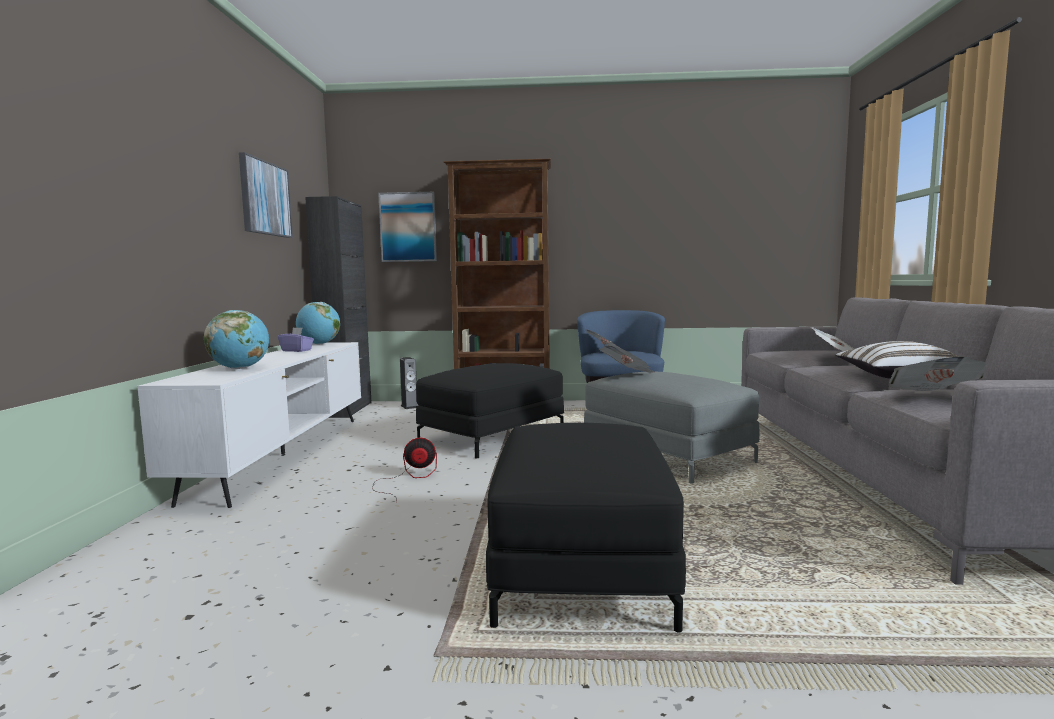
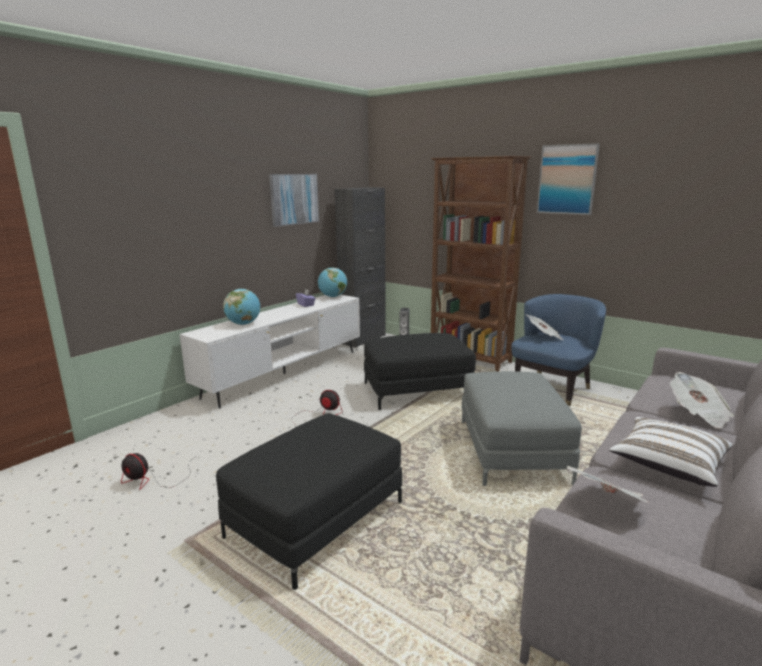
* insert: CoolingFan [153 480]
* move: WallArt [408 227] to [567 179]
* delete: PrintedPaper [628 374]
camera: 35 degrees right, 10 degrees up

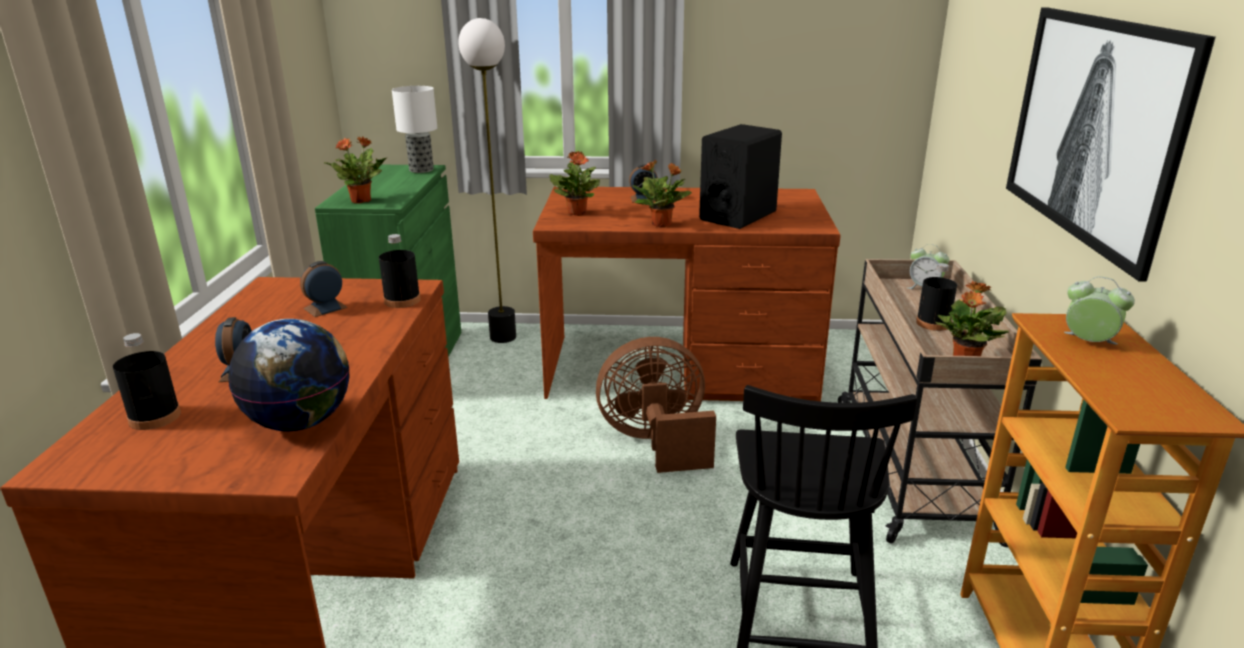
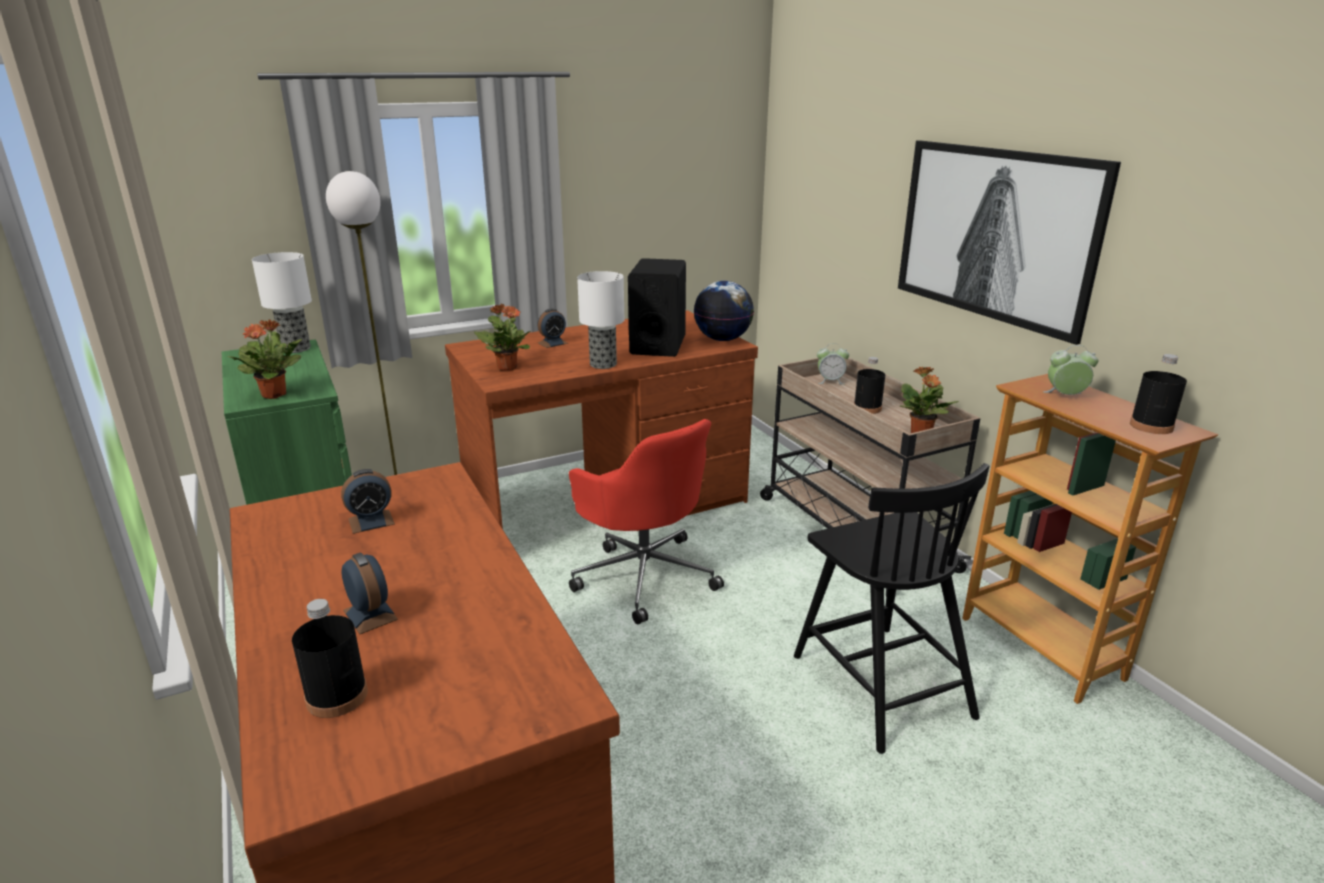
* rotate: AlarmClock [325 308] = [371 521] 135 degrees counterclockwise
* replace: BrownishCoolingFan [656 443] to RedComputerChair [644 575]
* replace: PlantInAPot [662 225] to TableLamp [603 365]
* move: WorldGlobe [300 422] to [723 339]
* move: BlackishBeverageBottle [402 300] to [1151 426]
camera: 30 degrees left, 0 degrees up

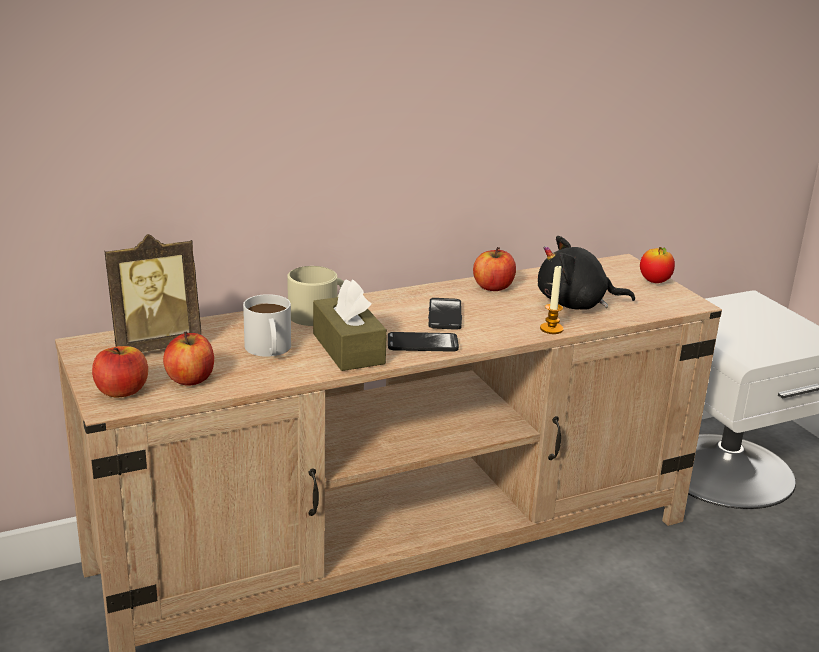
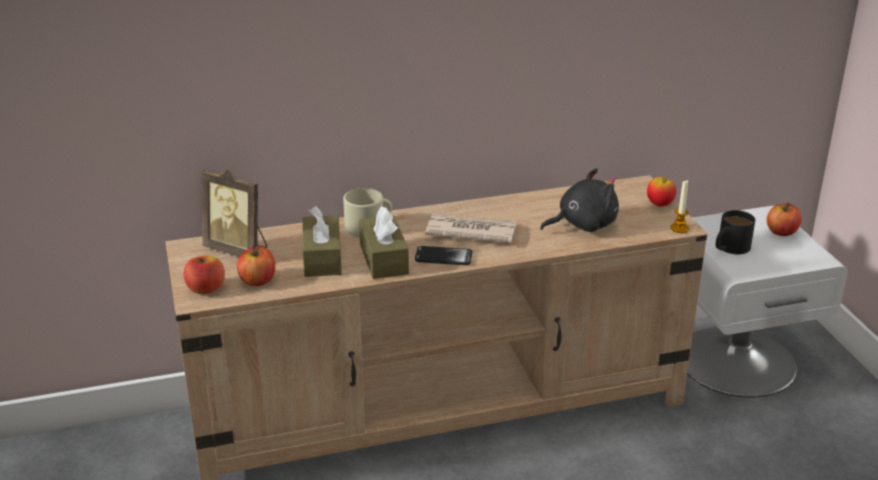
* rotate: StandingFrame [155 345] = [238 249] 45 degrees clockwise
* replace: WhitishTeaMug [269 350] to BrownishBoxOfTissues [322 258]
* replace: Phone [445 315] to PrintedPaper [470 231]
* rotate: BlackishSoftToy [576 304] = [583 225] 150 degrees clockwise
* move: WaxLight [551 329] to [679 228]
* insert: BlackishTeaMug [729 248]
* move: AppleFruit [493 287] to [781 232]
camera: 10 degrees right, 5 degrees up

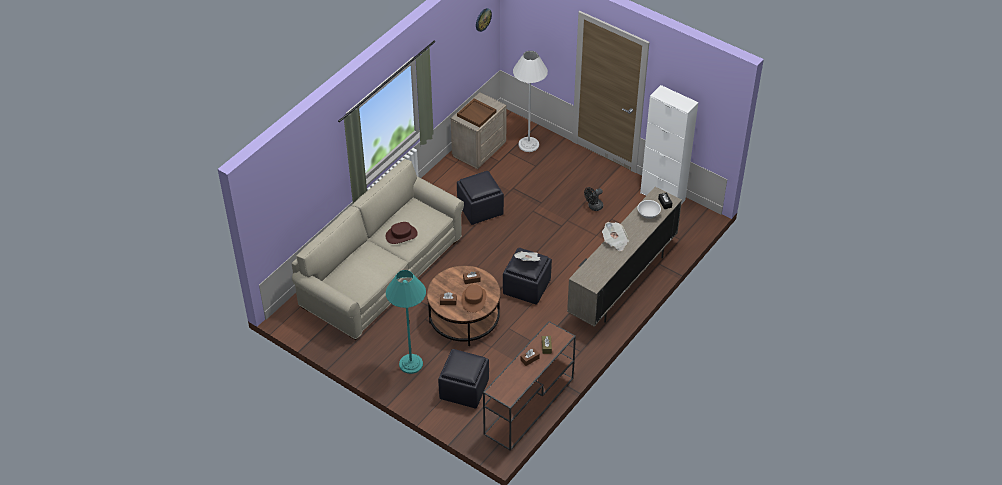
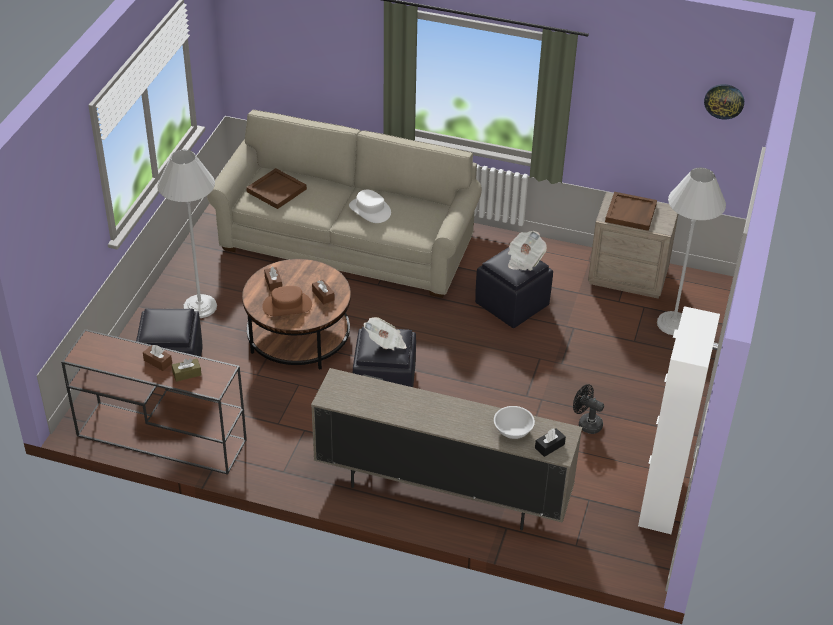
* recolor: TurquoiseStandingLamp [411 364] to WhitishStandingLamp [200 306]
* insert: BrownishServingTray [276 190]
* recolor: BrownishHat [401 235] to WhitishHat [370 210]
* move: PrintedPaper [615 241] to [524 260]
camera: 70 degrees right, 5 degrees down

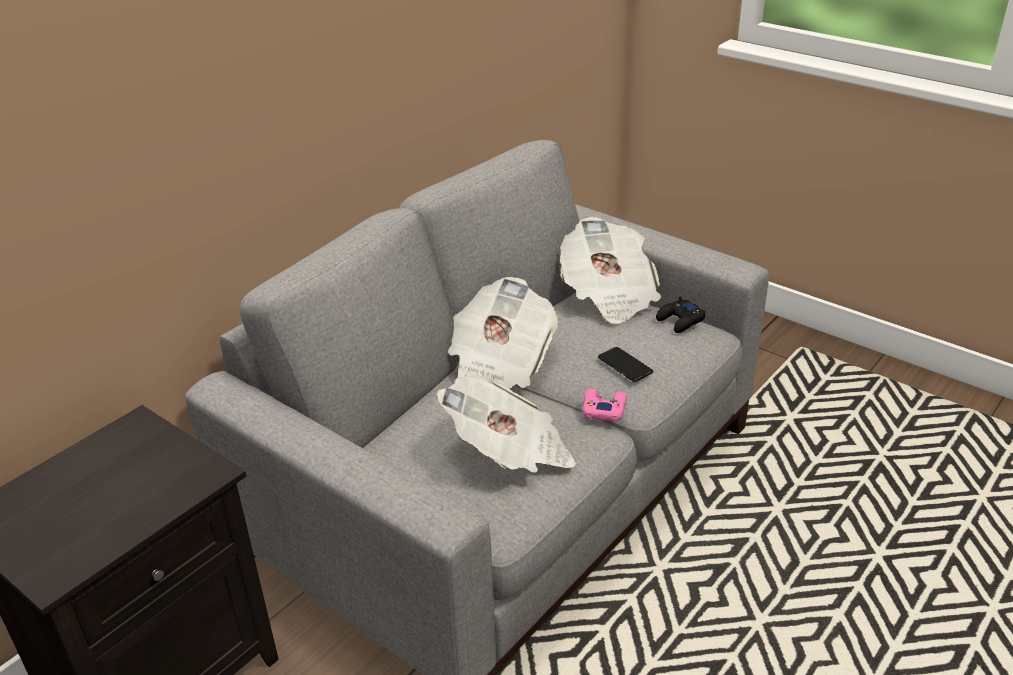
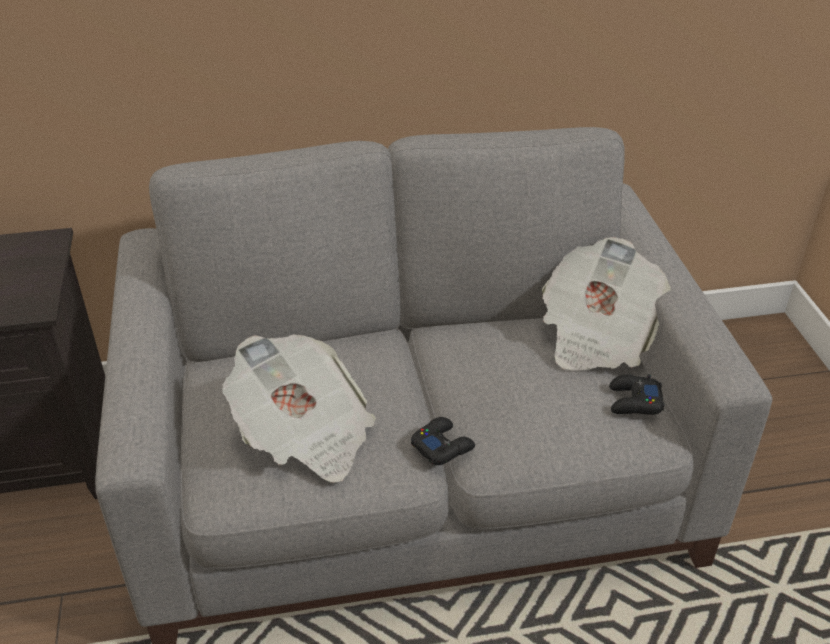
* recolor: PinkJoypad [603 409] to BlackishJoypad [442 446]
* delete: PrintedPaper [498 363]
* delete: Phone [625 365]
camera: 40 degrees right, 5 degrees up

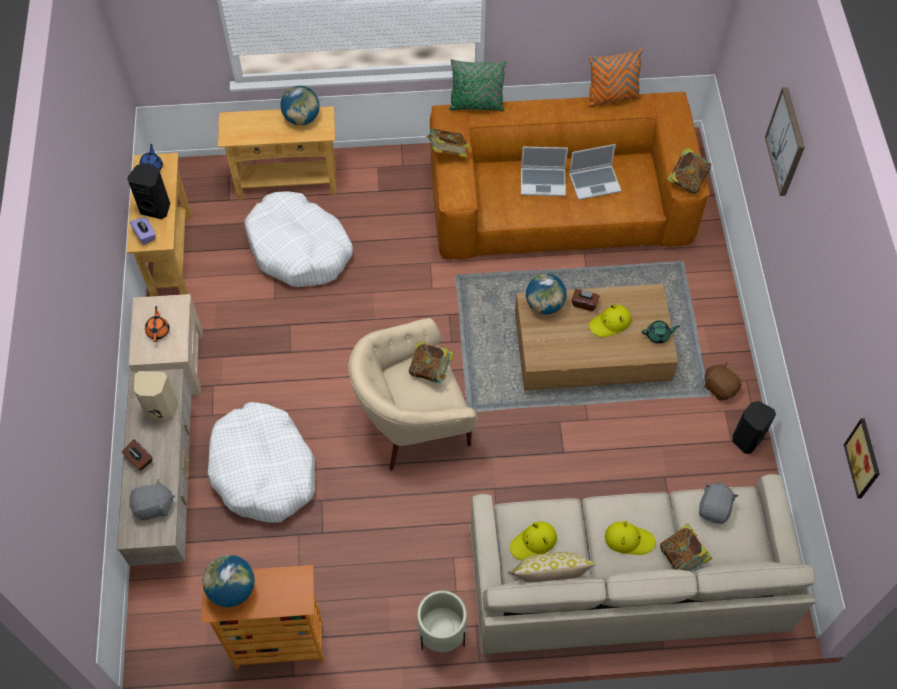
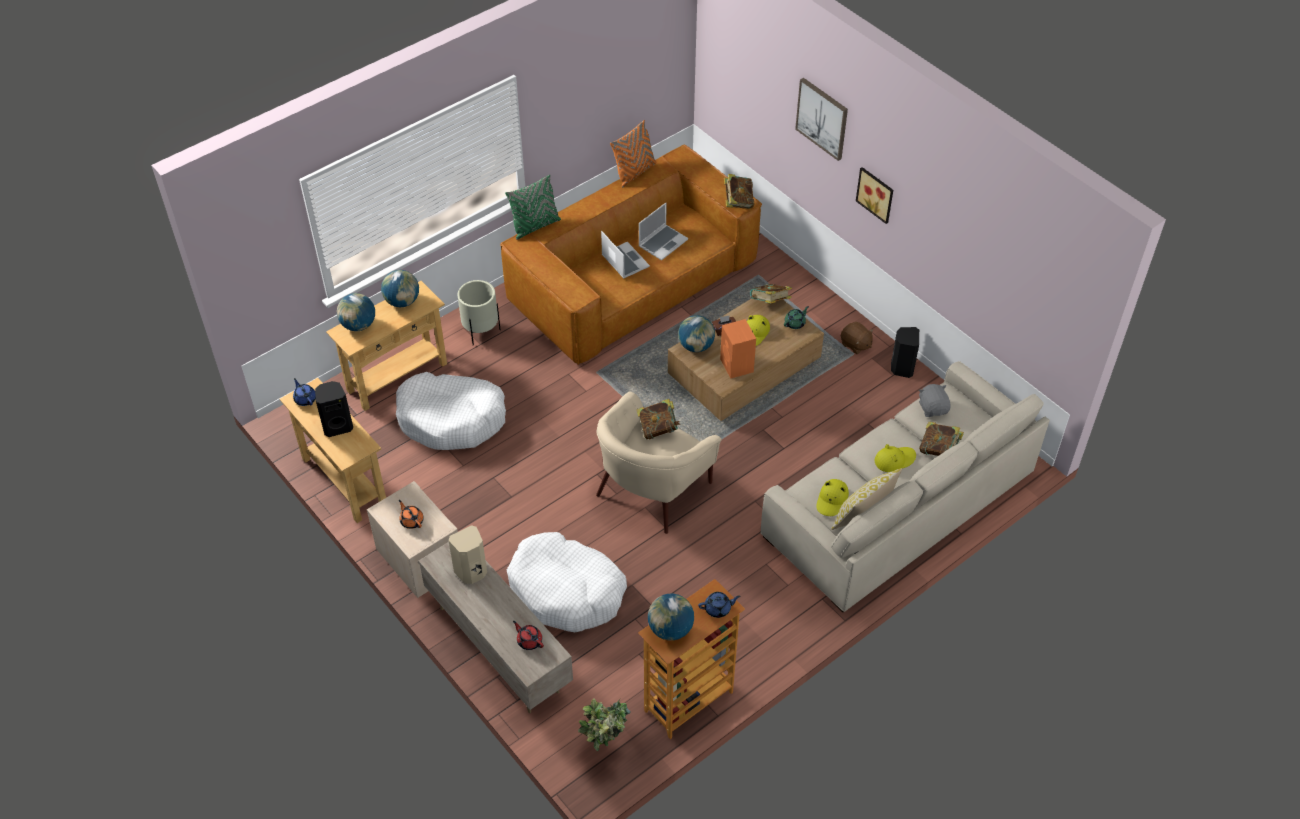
* insert: WorldGlobe [358 325]
* move: BeigeColouredFlowerPot [442 636] to [481 332]
* replace: GreyishSoftToy [154 507] to RedTeapot [529 640]
* insert: PlantInAPot [605 751]
* rotate: NotebookComputer [543 182] = [624 261] 90 degrees counterclockwise
* insert: BlueColouredTeapot [718 608]
* insert: OrangeLoudspeaker [737 366]
* move: Volume [448 152] to [769 303]
* rotate: BrownishSoftToy [719 387] = [855 345] 150 degrees counterclockwise
* move: WallArt [865 458] to [876 194]
* delete: BrownishBoxOfTissues [139 459]
* delete: PurpleBoxOfTissues [145 235]
camera: 35 degrees left, 10 degrees down

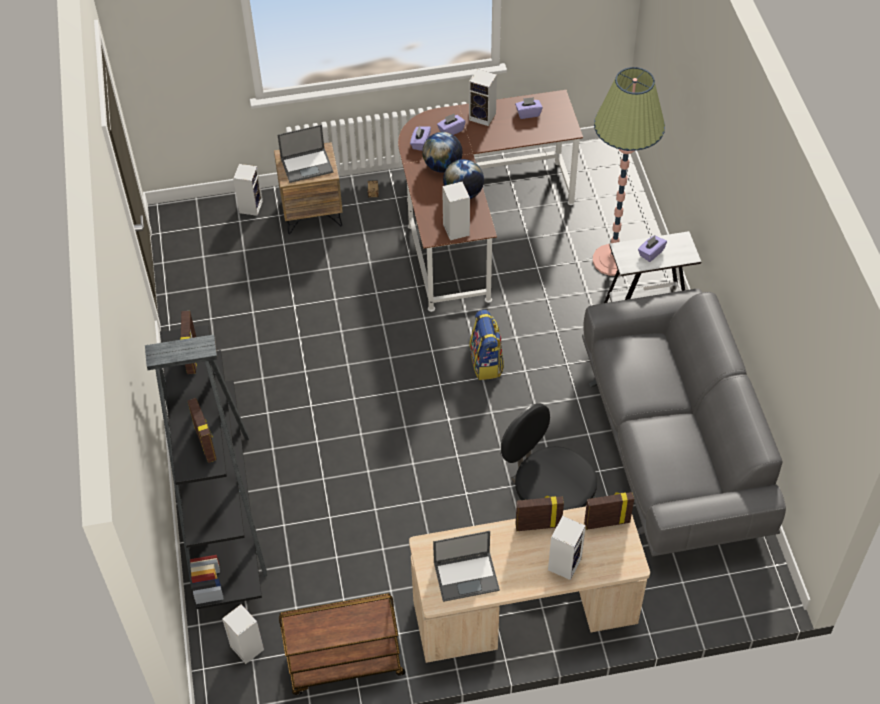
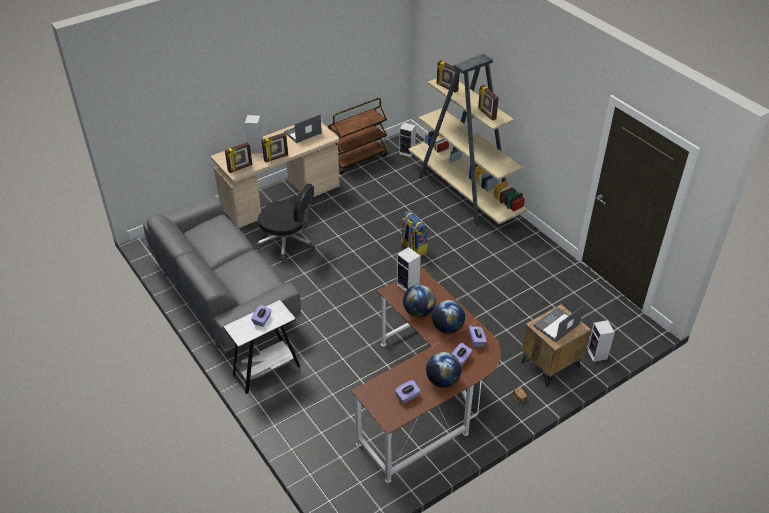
* move: Backpack [486 363] to [413 248]
* recolor: BlackishBookshelf [220 506] to BeigeColouredBookshelf [464 194]
* replace: Loudspeaker [483 117] to WorldGlobe [442 381]
* delete: StandingLamp [612 260]
camera: 155 degrees right, 10 degrees down

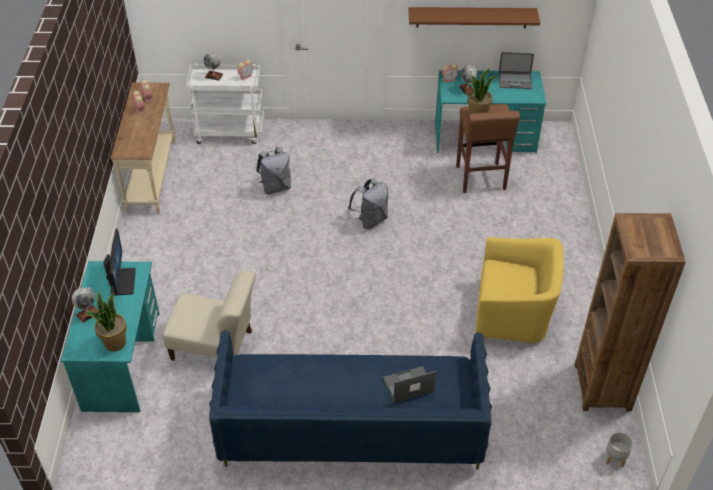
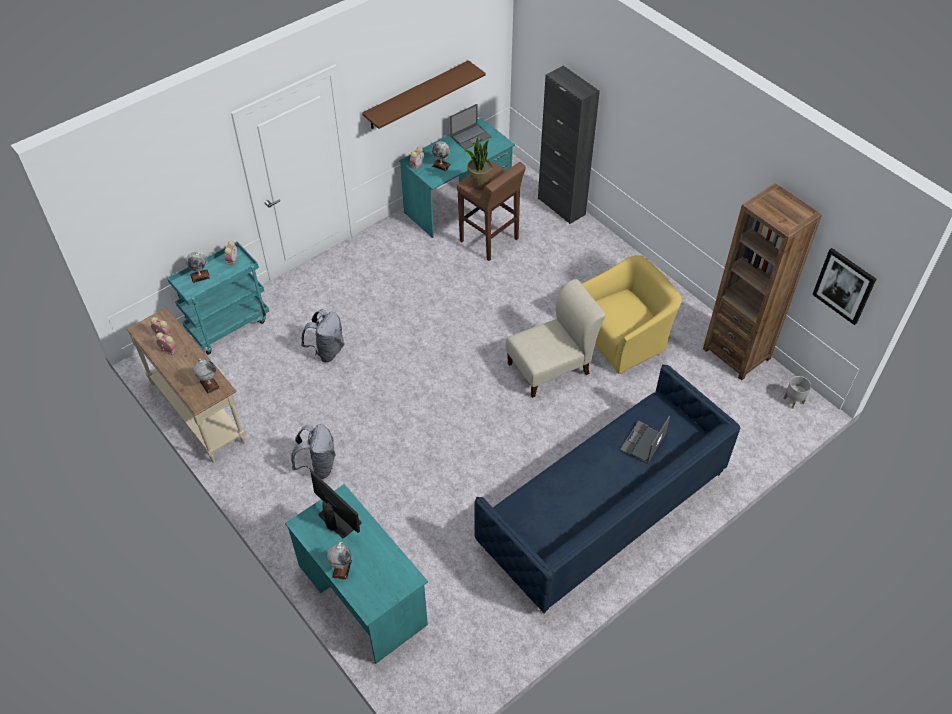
* recolor: WhitishCart [231 132] to TurquoiseCart [228 325]
* insert: WorldGlobe [209 384]
* move: GreyishBackpack [370 220] to [318 466]
* move: BeigeColouredPlainChair [215 347] to [551 367]
* insert: BlackishCupboard [561 206]
* insert: WallArt [844 286]
* delete: PlantInAPot [114 343]
camera: 40 degrees left, 5 degrees up

